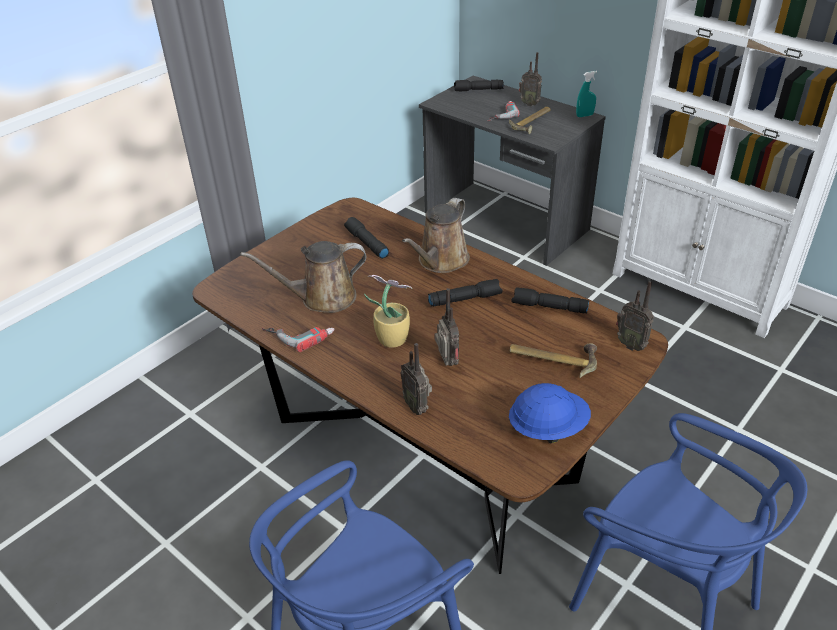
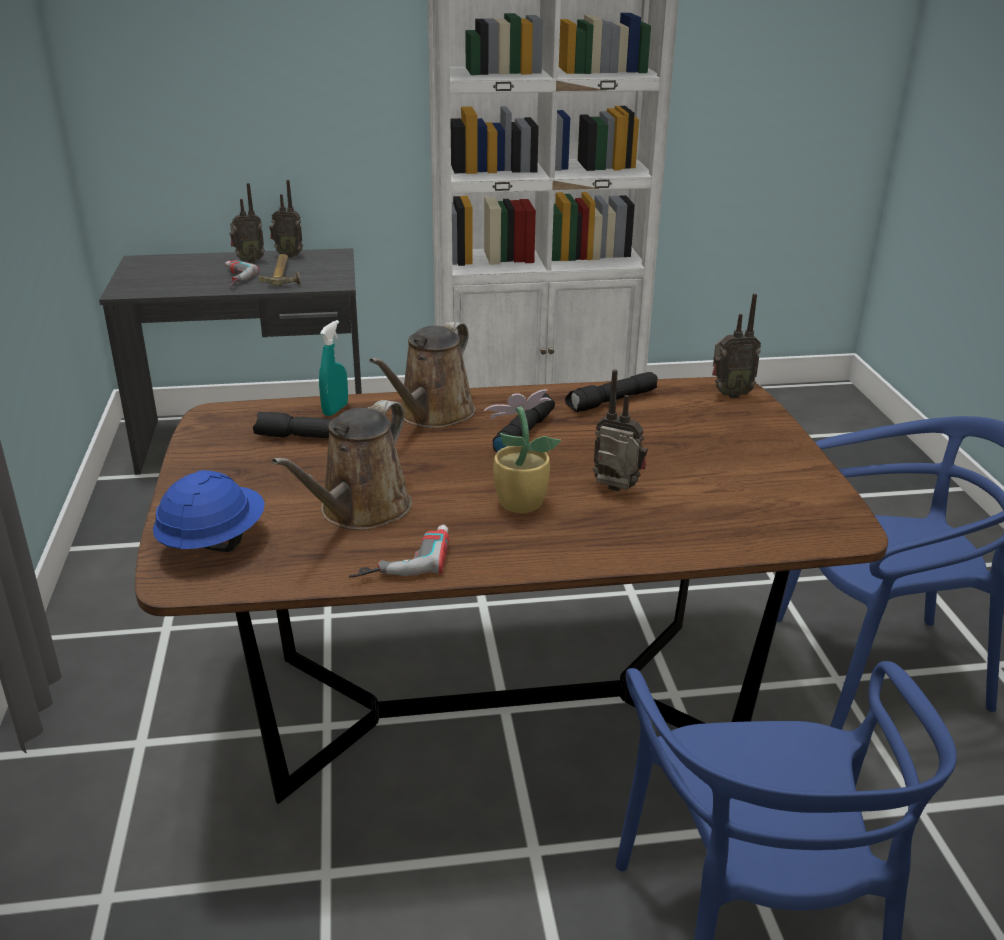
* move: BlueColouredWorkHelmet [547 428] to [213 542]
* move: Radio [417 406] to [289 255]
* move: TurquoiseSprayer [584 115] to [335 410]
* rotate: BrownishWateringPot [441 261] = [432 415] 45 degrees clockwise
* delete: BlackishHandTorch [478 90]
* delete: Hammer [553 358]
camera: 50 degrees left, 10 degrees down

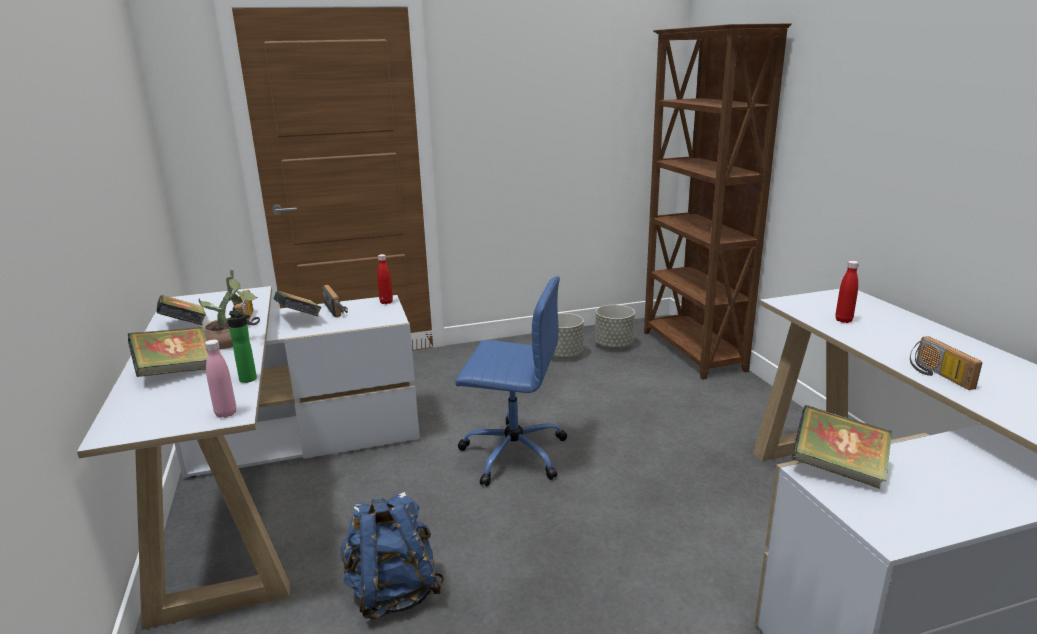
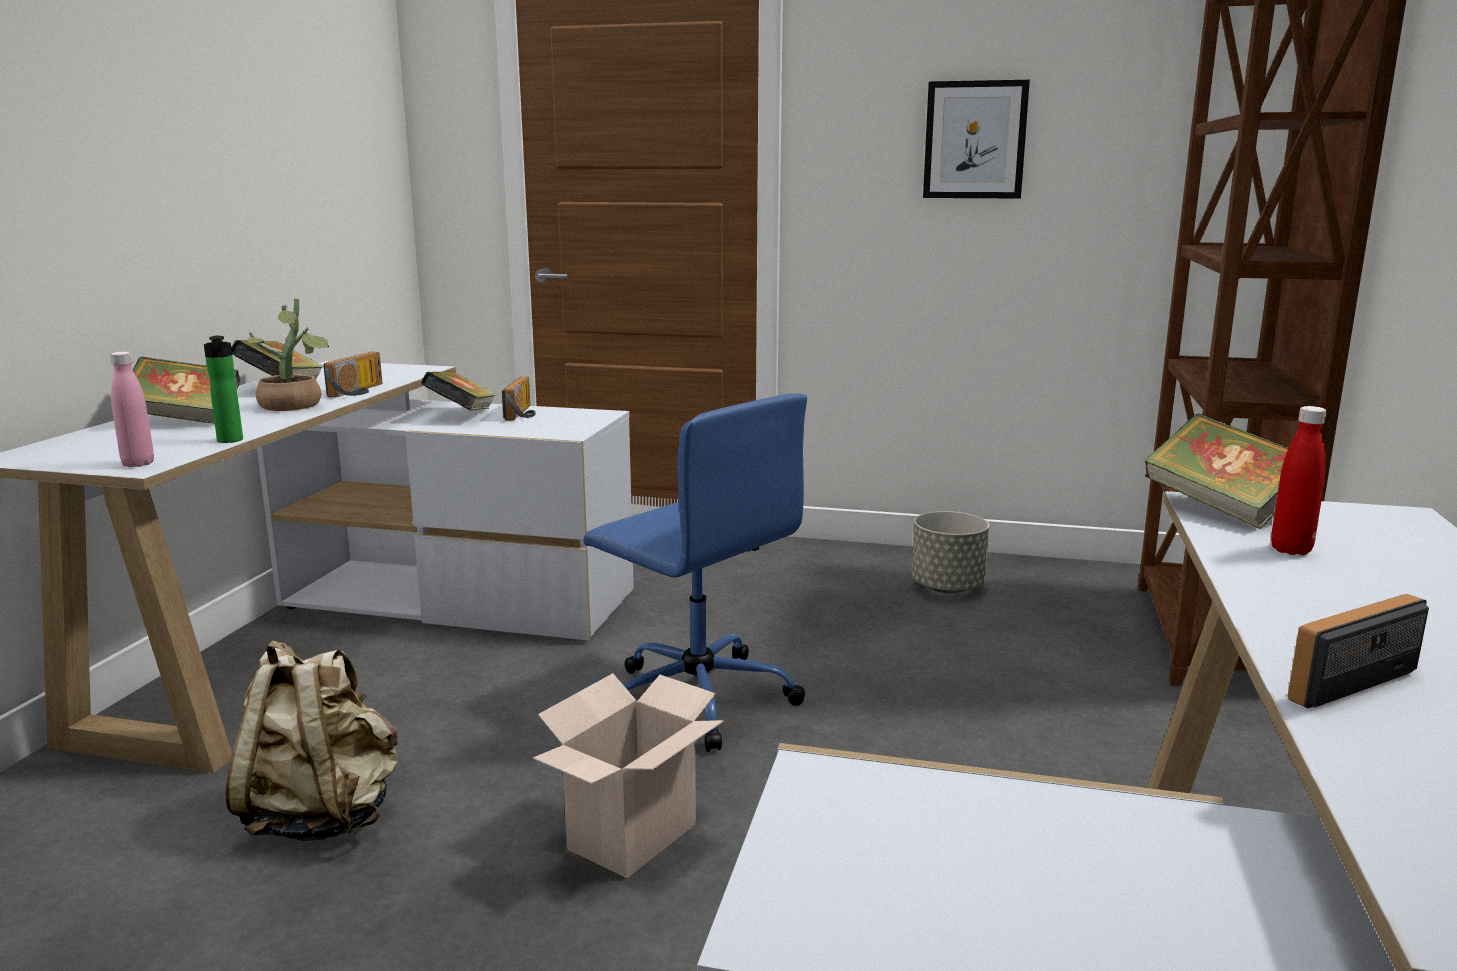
* recolor: BlueColouredBackpack [393 592] to BeigeColouredBackpack [323 816]
* insert: CardboardBox [632 839]
* insert: WallArt [975 140]
* move: Volume [837 469] to [1221 508]
* rotate: Radio [937 375] = [1339 676] 45 degrees clockwise
* delete: RedBeverageBottle [386 302]
* delete: GreyishFlowerPot [614 345]
camera: 30 degrees right, 5 degrees down

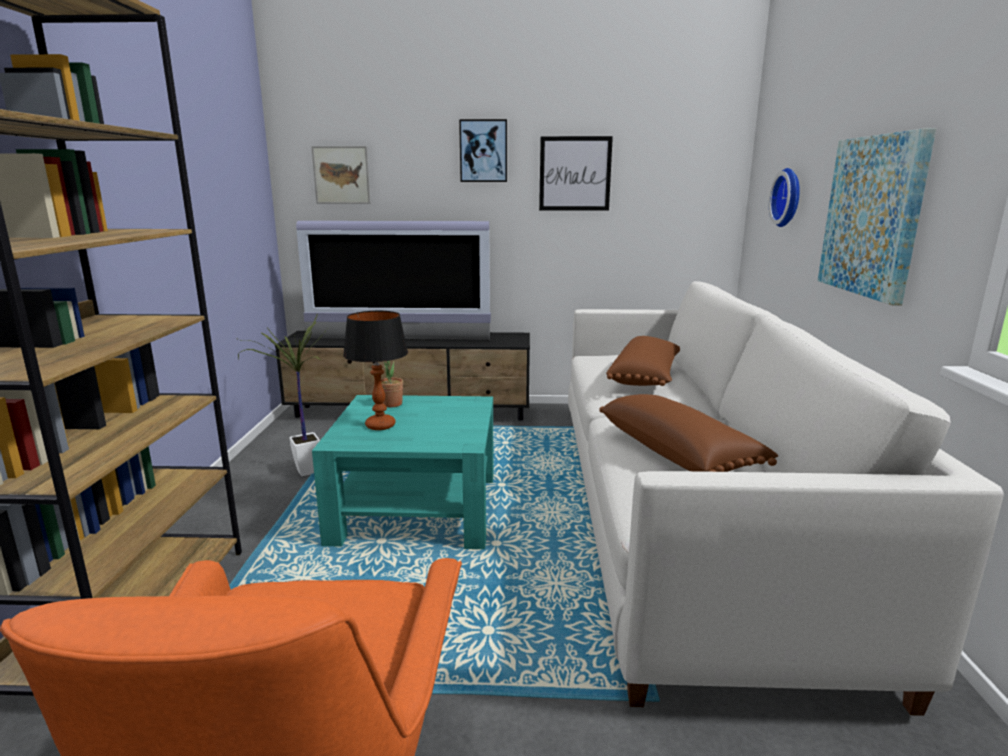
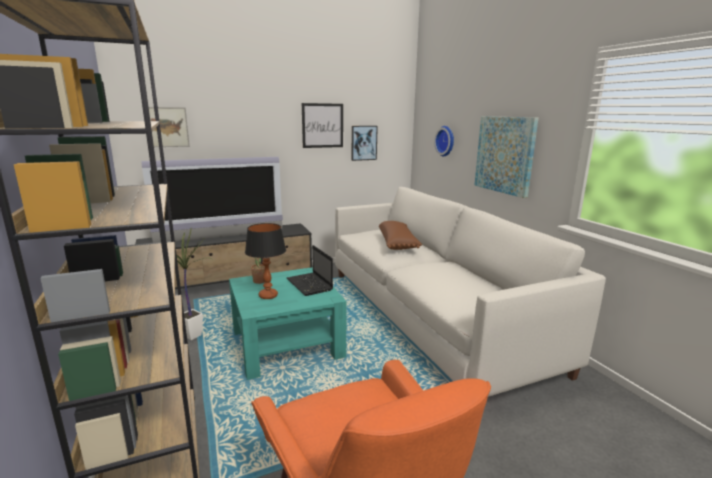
* insert: NotebookComputer [310 285]
* move: WallArt [483 151] to [363 143]
* delete: BrownishCushion [678 453]
camera: 25 degrees left, 0 degrees up

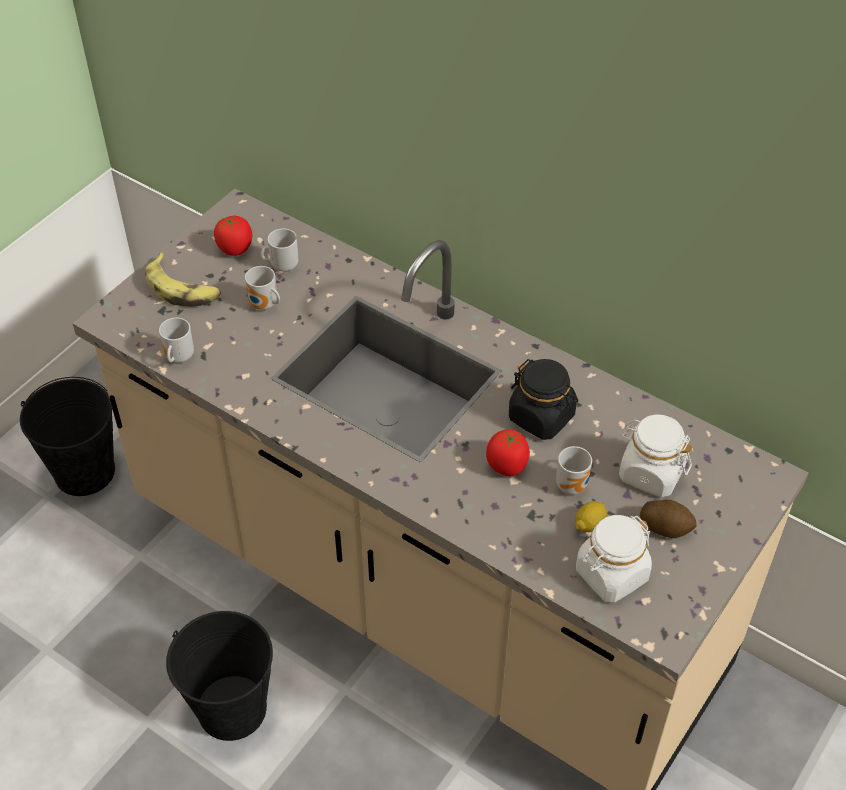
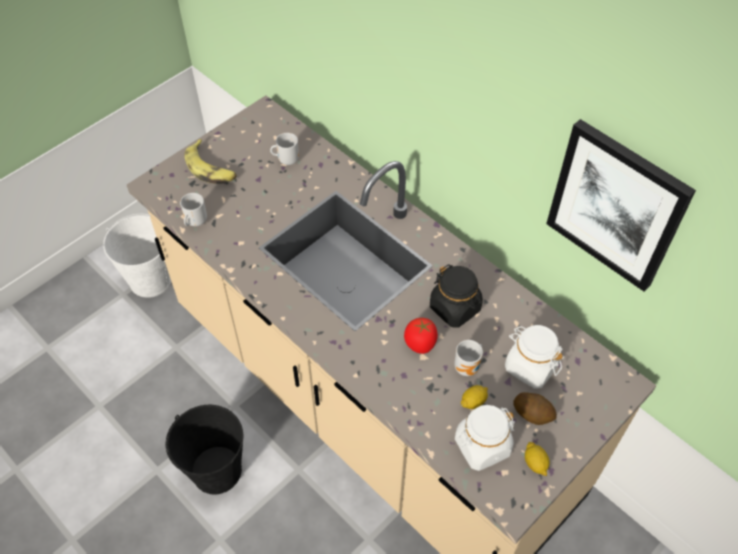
* recolor: BlackishBucket [84 472] to WhitishBucket [150 280]
* insert: WholeLemon [535 463]
* insert: WallArt [616 205]
* delete: FreshTomato [235 249]
* delete: TeaMug [264 306]
camera: 10 degrees right, 5 degrees up

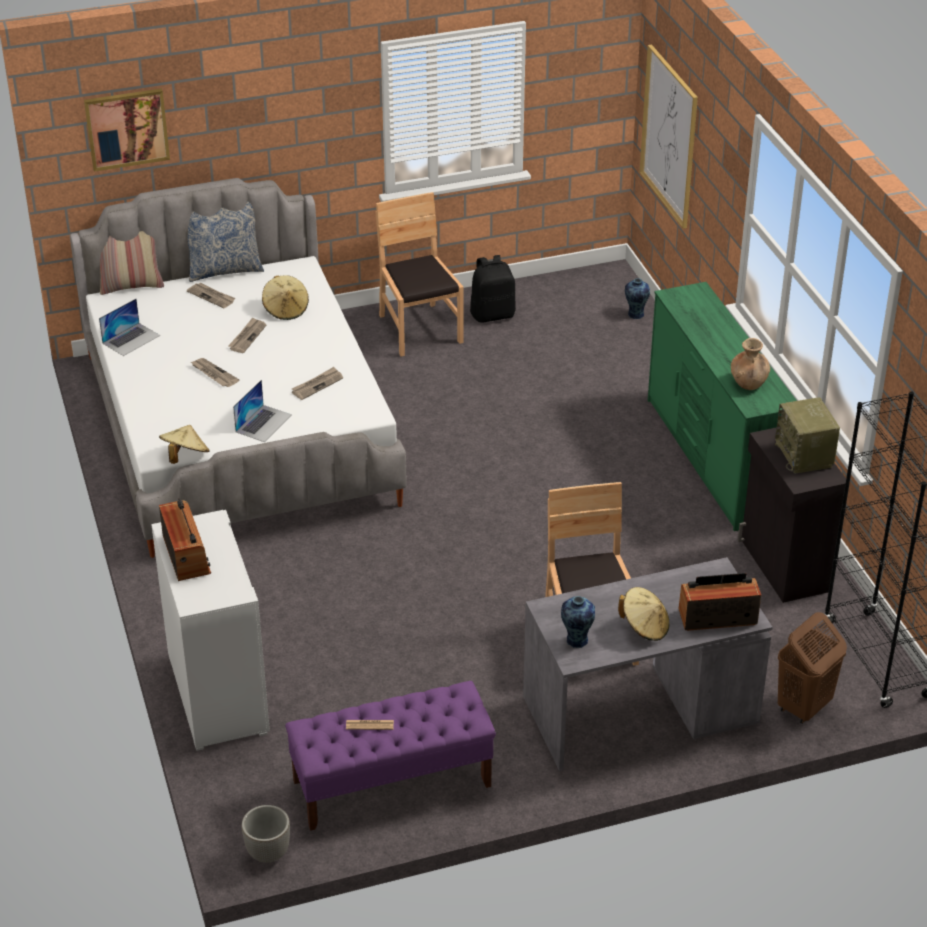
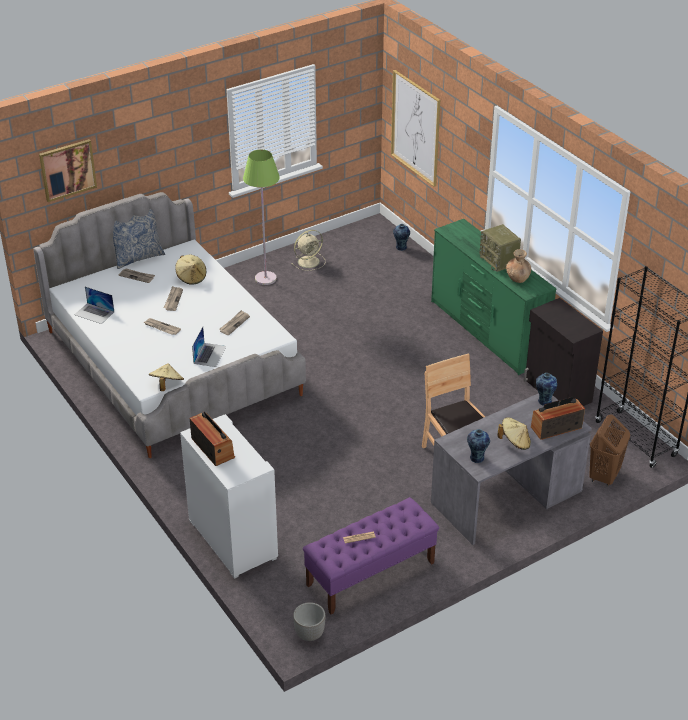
* rotate: NotebookComputer [131 339] = [94 313] 90 degrees clockwise
* replace: BrownishPlainChair [419 329] to GreenStandingLamp [265 278]
* replace: BlackishBackpack [493 314] to BeigeColouredCoolingFan [309 261]
* move: Radio [805 455] to [499 261]
* insert: FlowerVase [544 401]
* delete: Cushion [131 286]
camera: 15 degrees left, 0 degrees up

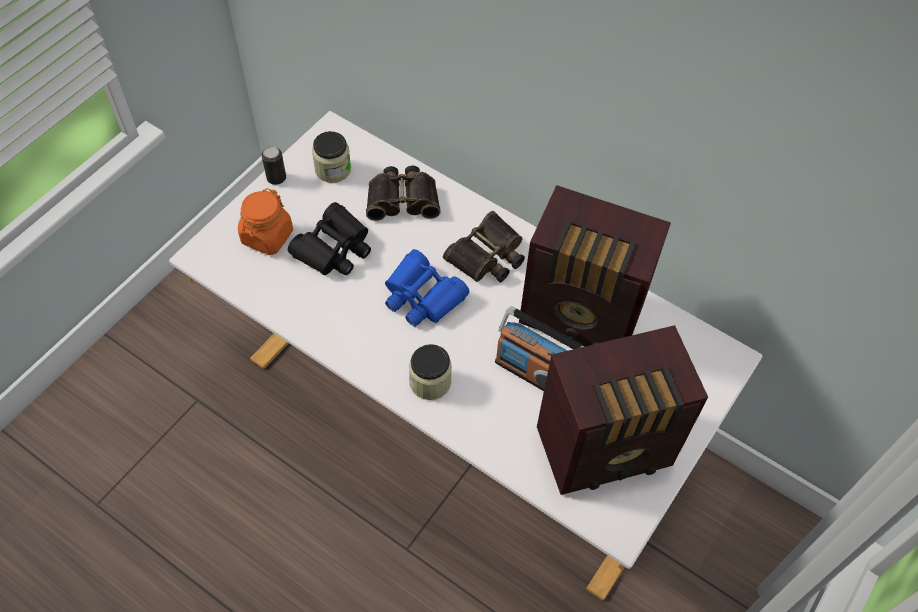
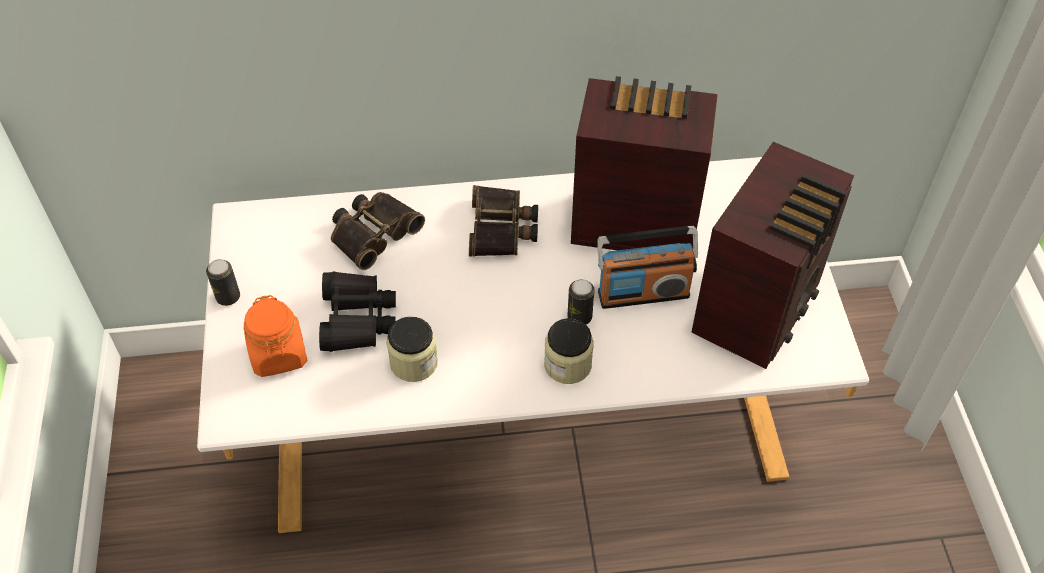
* move: Jar [333 169] to [414 363]
* insert: MetalCan [579 317]
* rotate: Radio [583 317] = [632 222] 150 degrees counterclockwise
* delete: BlueColouredPairOfBinoculars [422 296]
camera: 40 degrees left, 5 degrees down

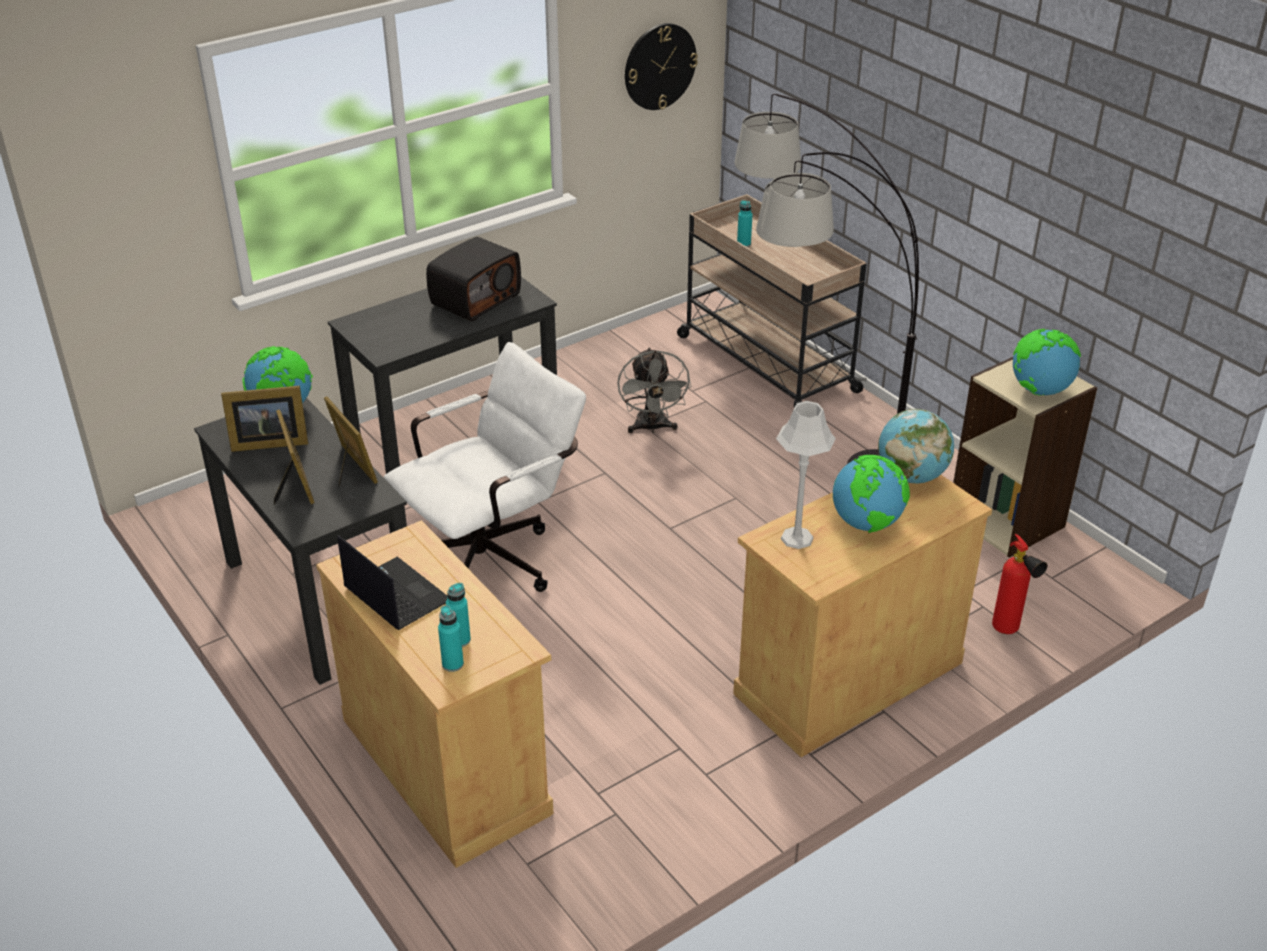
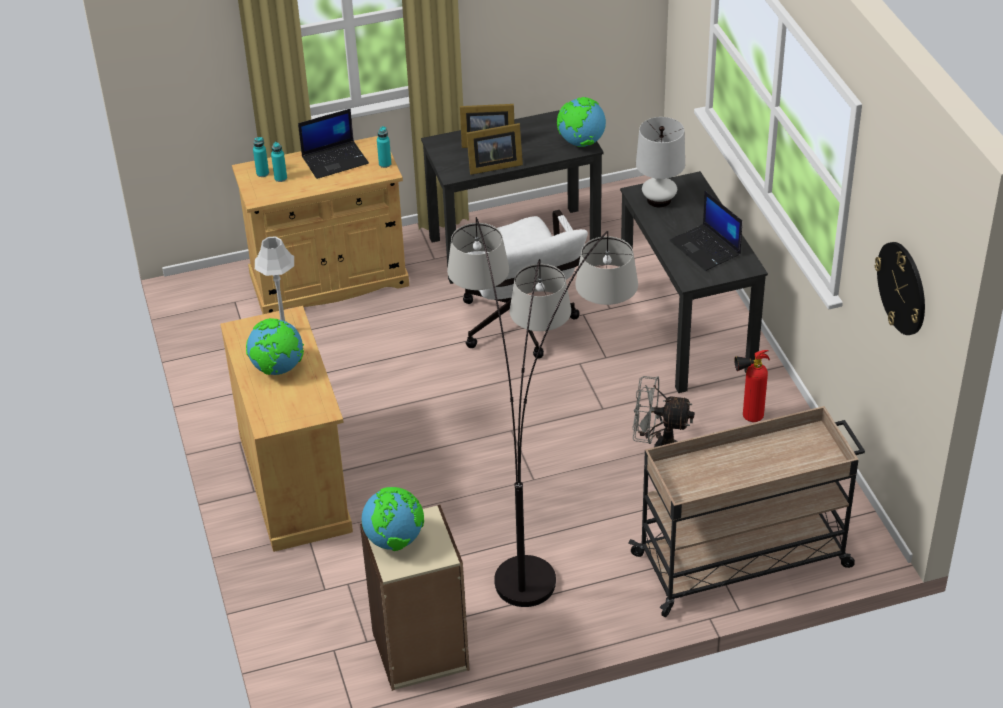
* move: TurquoiseBeverageBottle [743 244] to [385 164]
* insert: WhitishTableLamp [659 200]
* replace: Radio [475 299] to NotebookComputer [706 248]
* move: FireFightingCylinder [1009 632] to [748 418]
* delete: StandingFrame [267 442]
* delete: WorldGlobe [911 476]
camera: 110 degrees right, 5 degrees up

